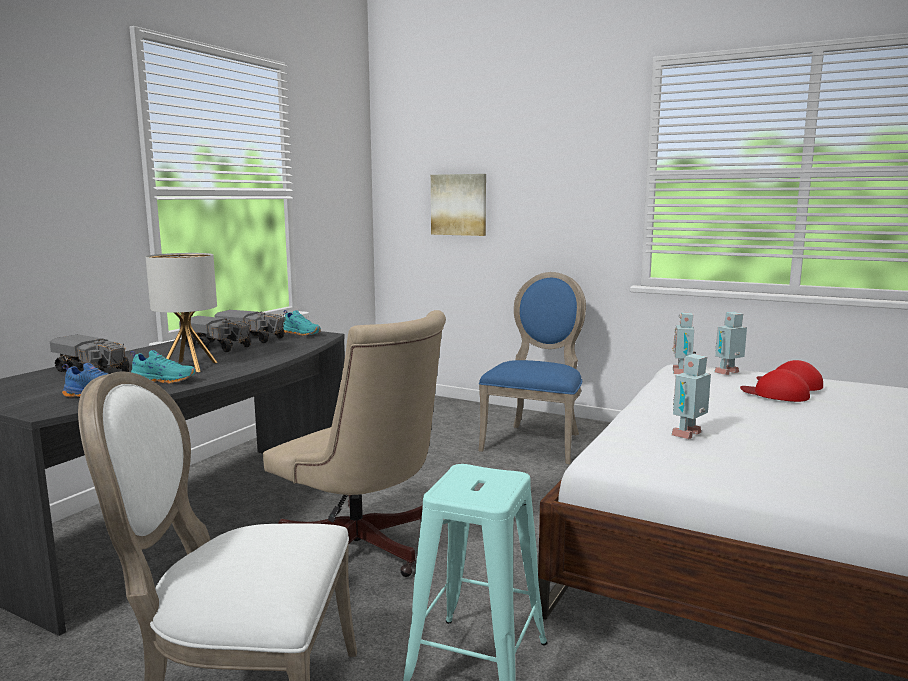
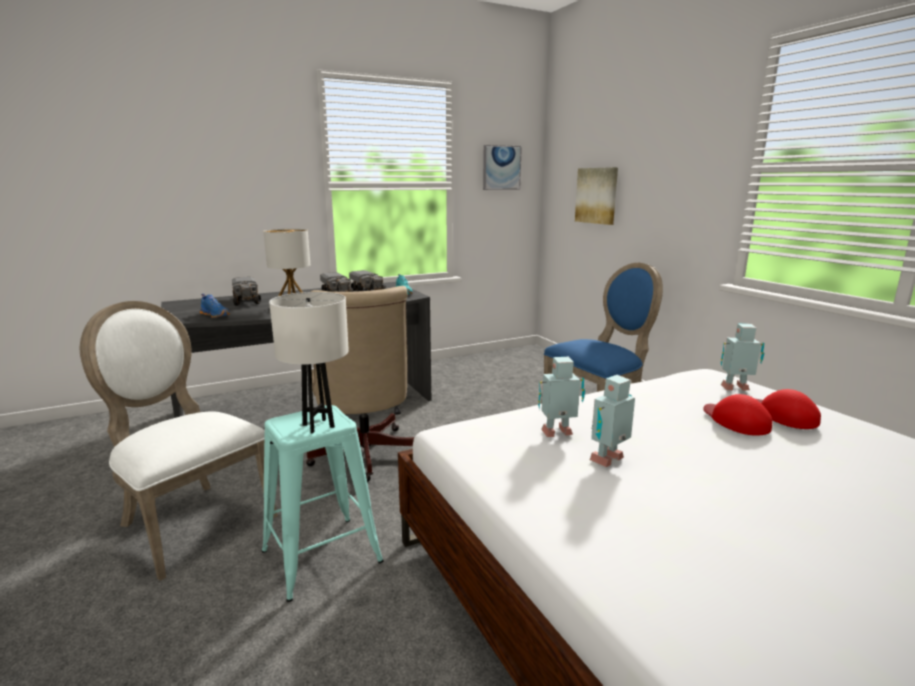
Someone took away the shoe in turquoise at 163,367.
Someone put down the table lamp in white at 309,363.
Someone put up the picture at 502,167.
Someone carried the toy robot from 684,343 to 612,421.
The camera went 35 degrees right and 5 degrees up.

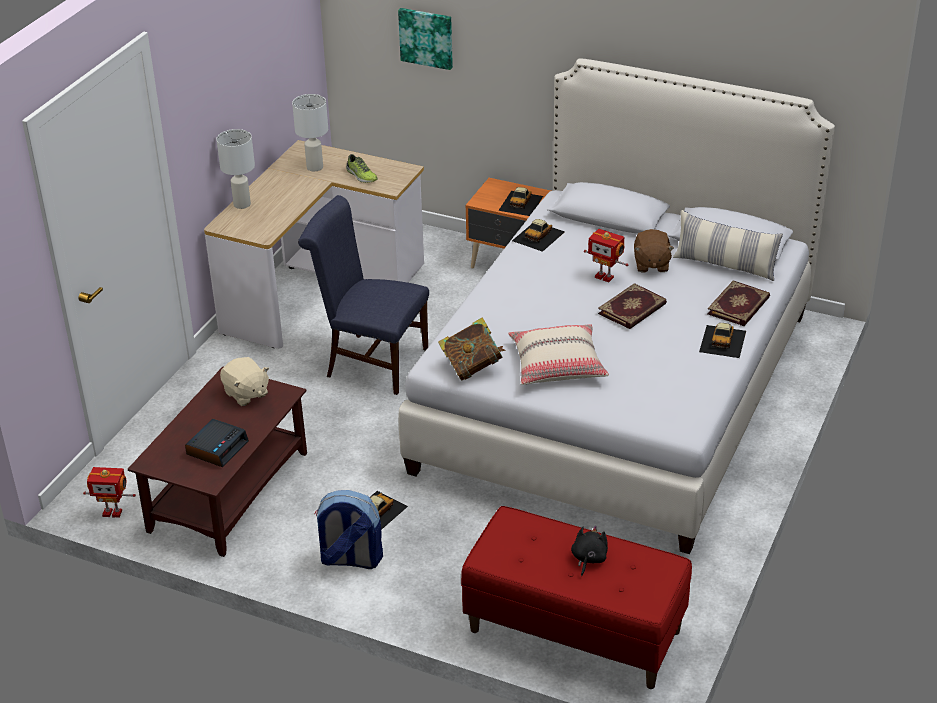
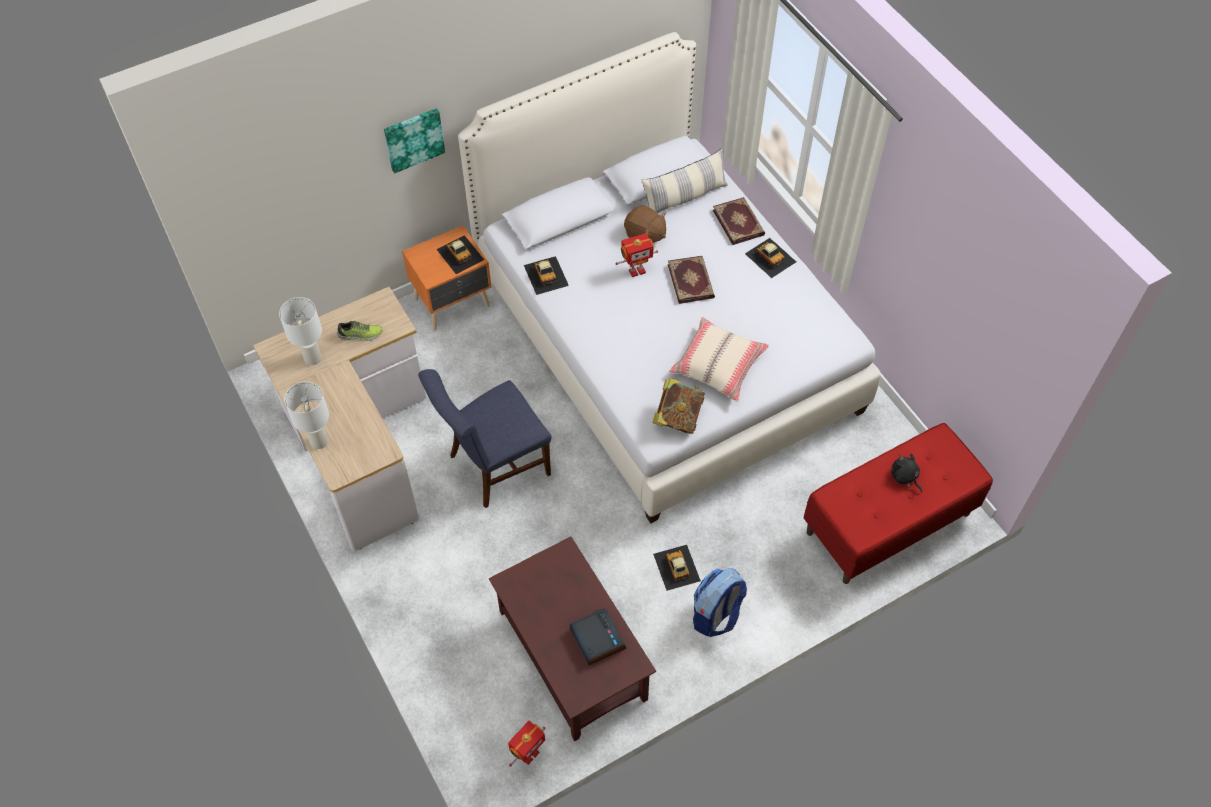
Someone took away the plush toy in beige at 244,381.
Someone carried the picture from 425,39 to 414,140.
The camera went 55 degrees left and 20 degrees up.

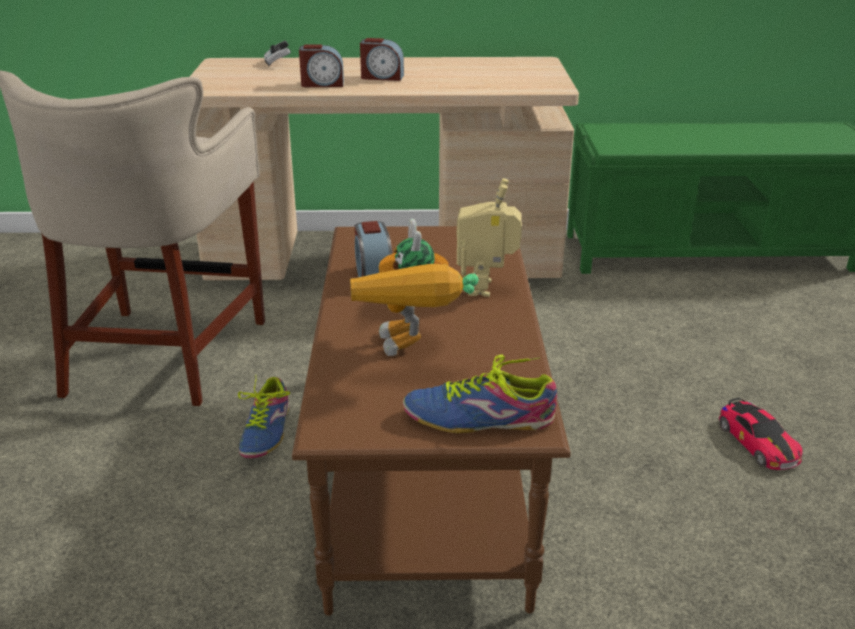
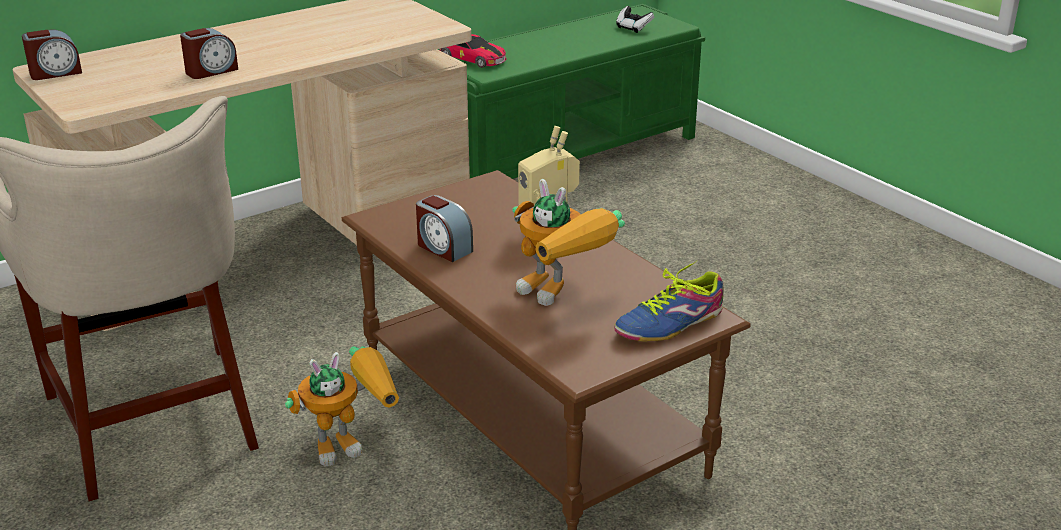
Someone carried the game controller from 277,54 to 635,19.
Someone carried the alarm clock from 382,59 to 52,55.
Someone carried the toy car from 761,434 to 473,51.
Someone swapped the shoe at 264,417 for the toy robot at 342,406.
The camera went 35 degrees left and 0 degrees up.

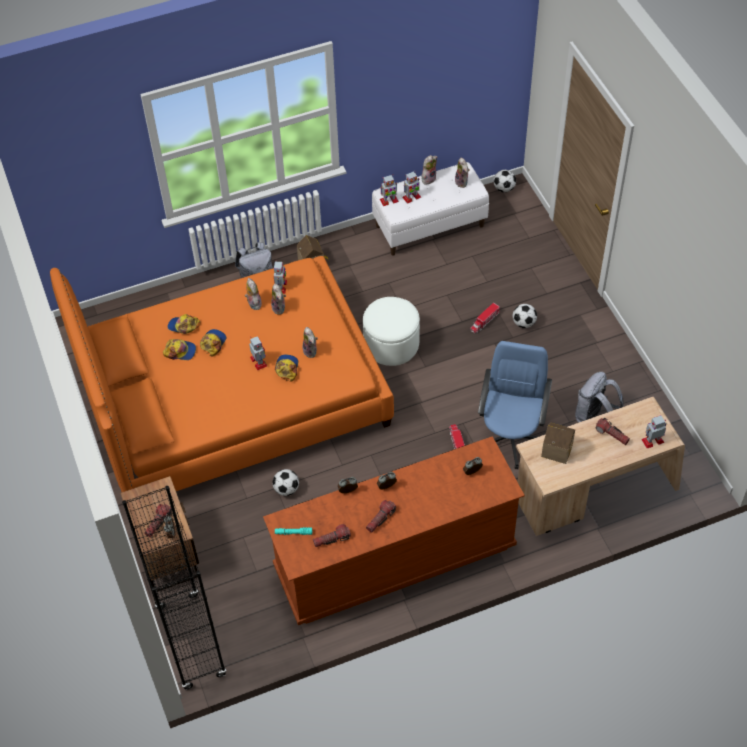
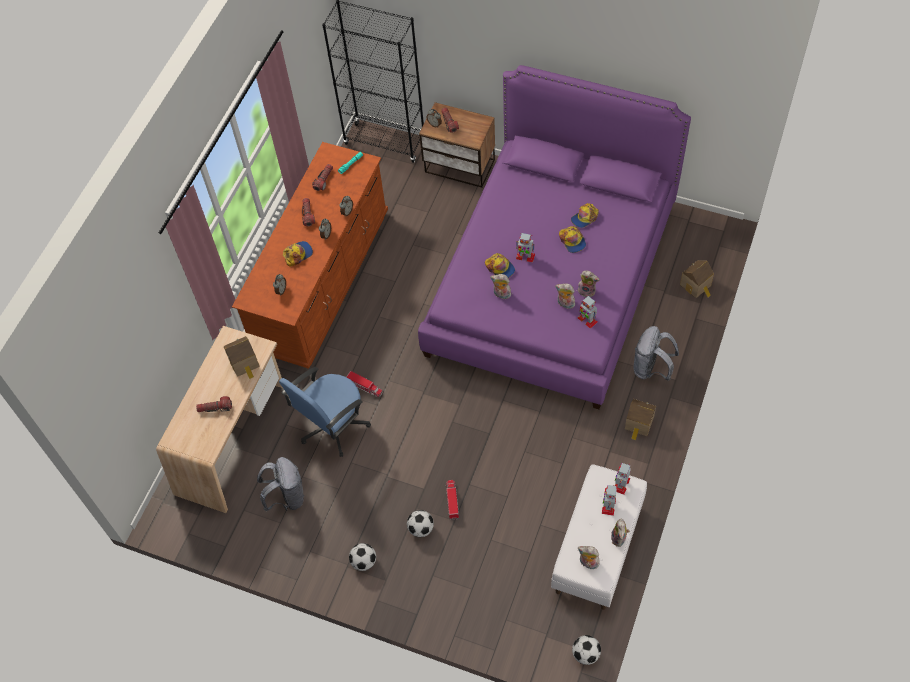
Someone took away the ottoman in white at 391,331.
Someone took away the toy robot at 654,431.
Someone put down the toy house at 697,279.
Someone carried the cap from 183,324 to 298,253.
Someone carried the football from 286,482 to 362,557.
Someone repainted the bed in orange at 222,374, which became the bed in purple at 554,237.
Someone rotated the office chair in blue at 515,405 by 75 degrees clockwise.
The camera went 135 degrees right and 5 degrees up.

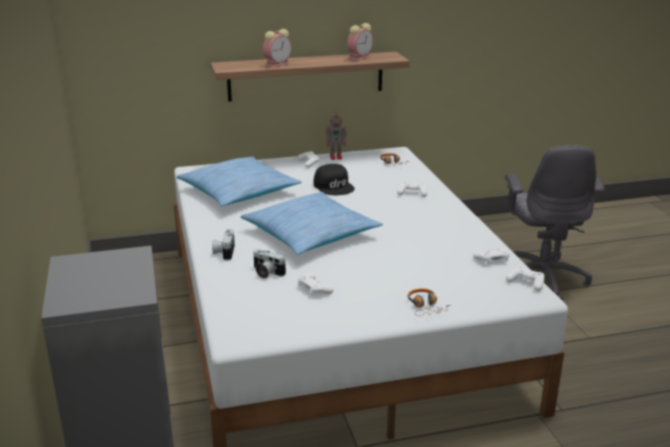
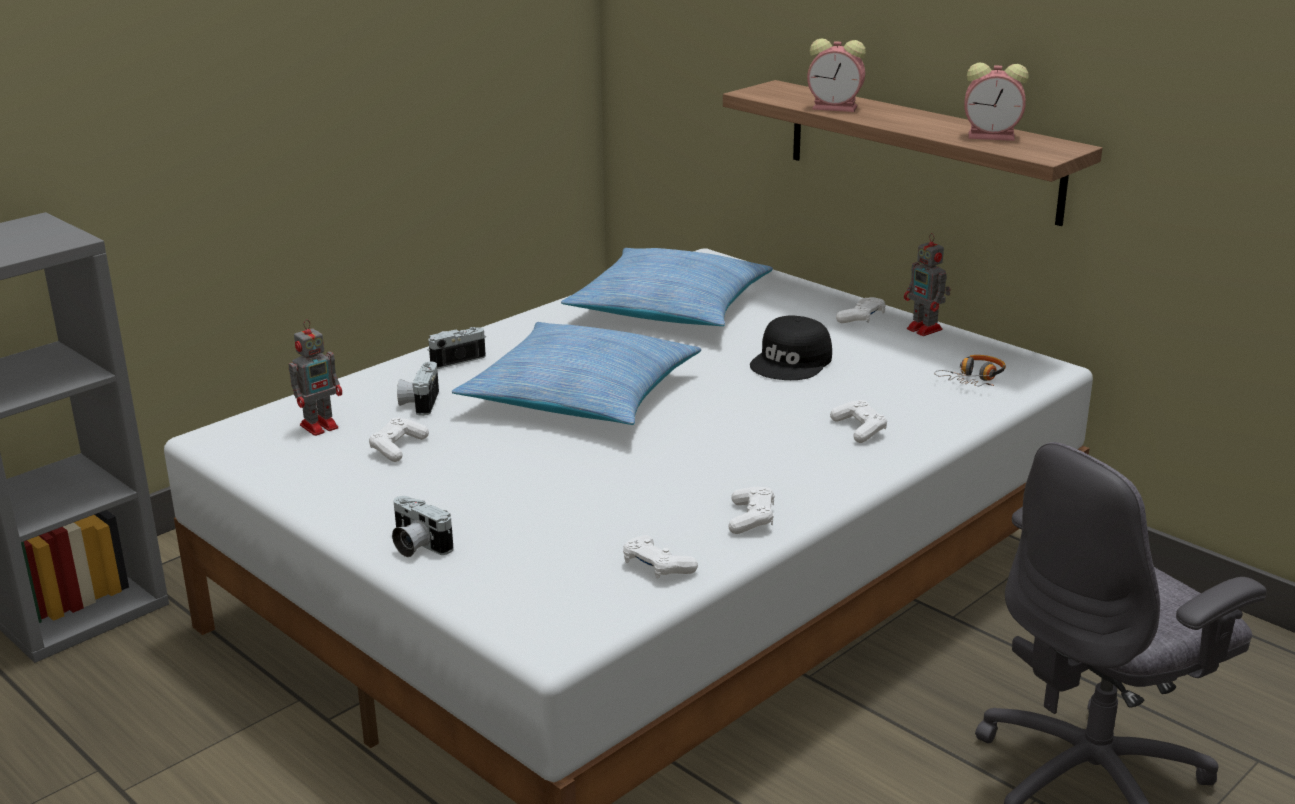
Someone put down the toy robot at 315,377.
Someone carried the game controller in white from 525,278 to 751,510.
Someone swapped the headphones at 429,302 for the photo camera at 422,526.
The camera went 60 degrees right and 0 degrees up.

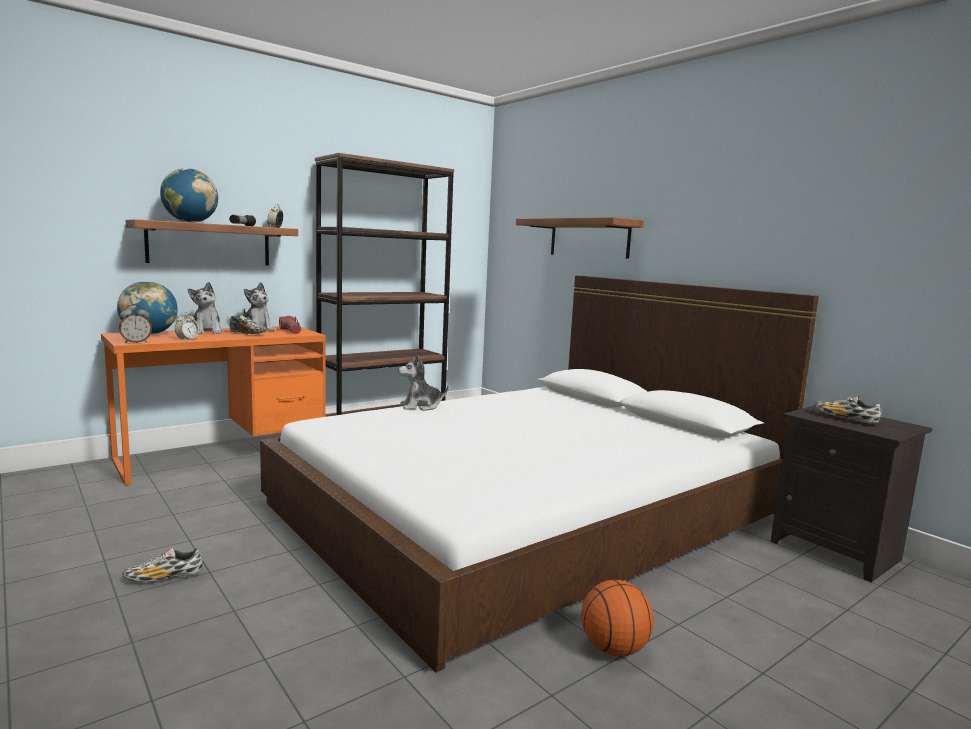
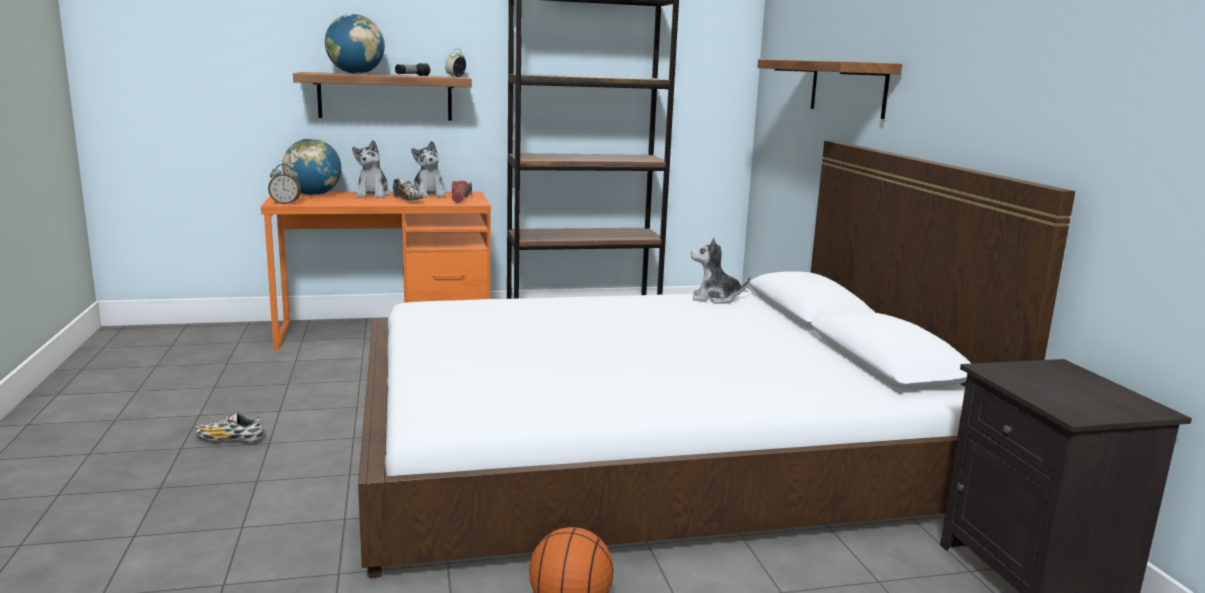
Someone took away the alarm clock at 187,326.
Someone took away the shoe at 847,410.
Someone carried the plush toy from 423,383 to 721,270.
The camera went 25 degrees right and 5 degrees up.

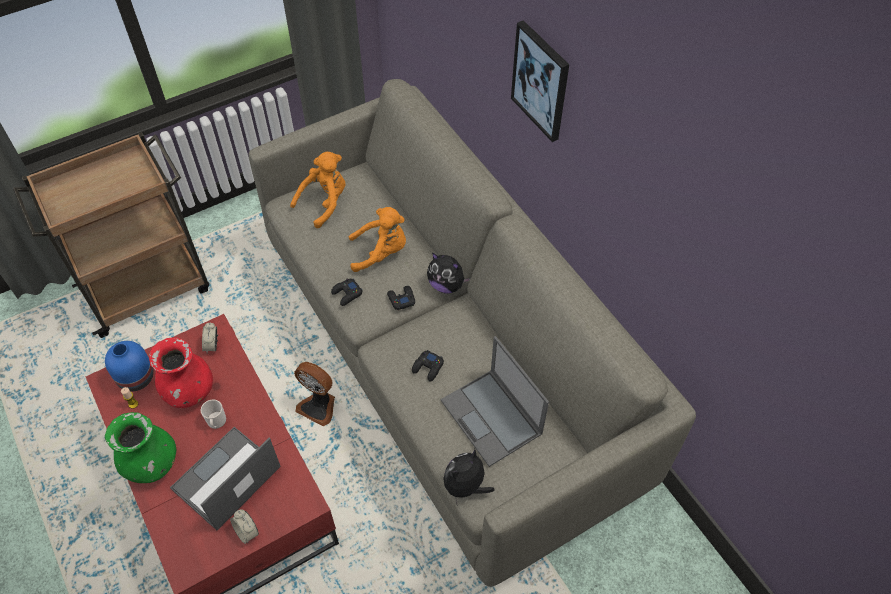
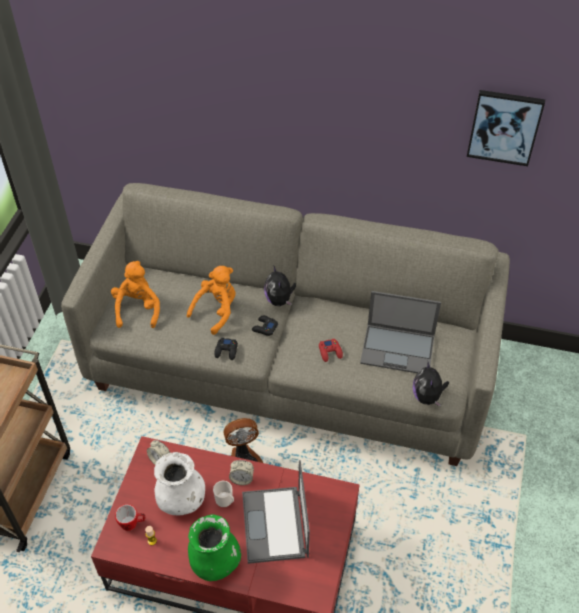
Someone carried the alarm clock from 244,526 to 241,472.
Someone carried the picture from 540,81 to 506,128.
Someone swapped the vase in blue at 129,366 for the mug at 130,517.
Someone repainted the vase in red at 181,372, which became the vase in white at 179,483.
Someone repainted the game controller in black at 428,366, which became the game controller in red at 331,350.
Someone rotated the plush toy at 449,273 by 90 degrees clockwise.
The camera went 45 degrees left and 5 degrees down.

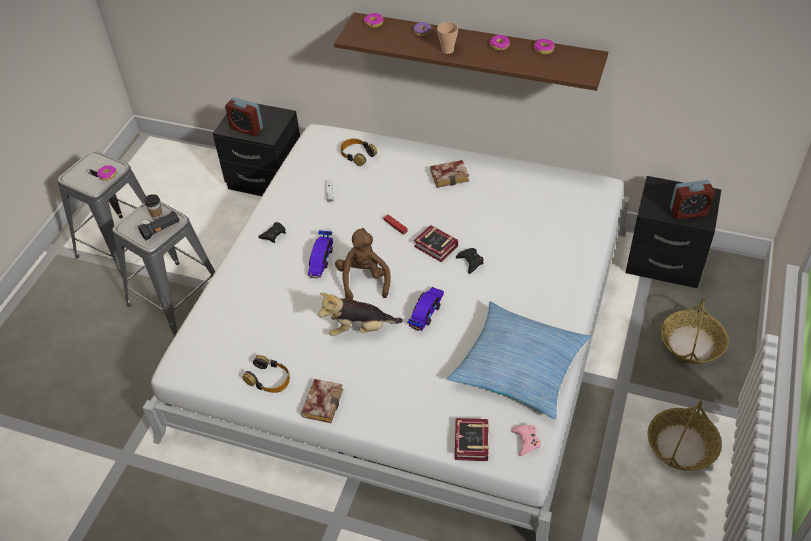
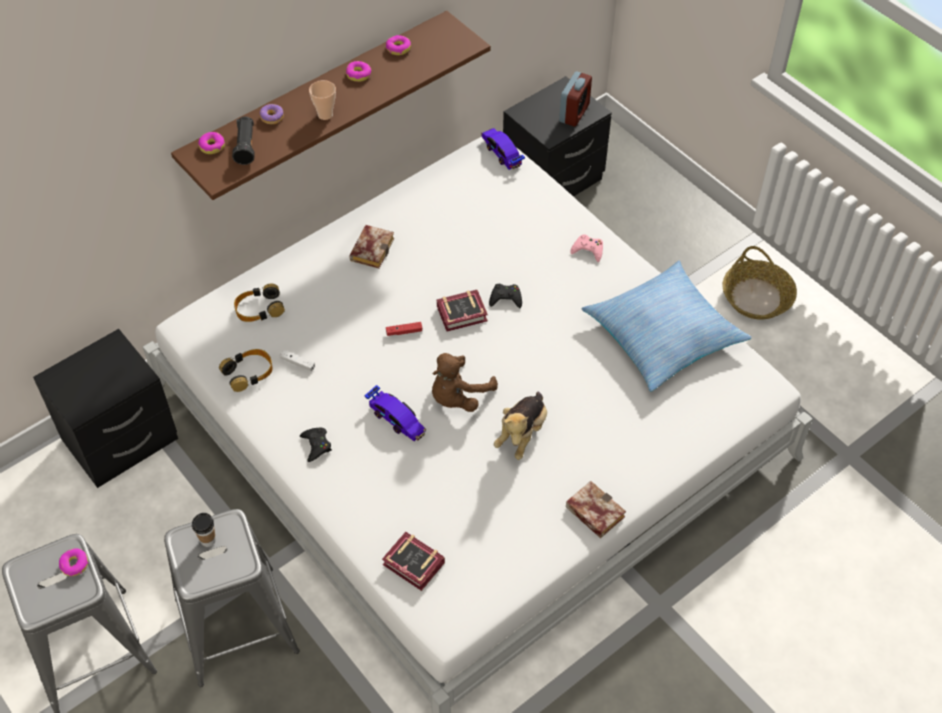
Someone took away the alarm clock at 244,116.
Someone took away the basket at 695,330.
Someone carried the flashlight in black from 159,225 to 243,140.
Someone carried the headphones from 266,374 to 246,370.
Someone carried the toy car from 426,309 to 503,149.
Someone carried the book from 472,439 to 413,561.
Someone carried the game controller in pink from 526,440 to 586,248.
Someone rotated the plush toy in brown at 363,263 by 75 degrees counterclockwise.
The camera went 60 degrees left and 5 degrees up.

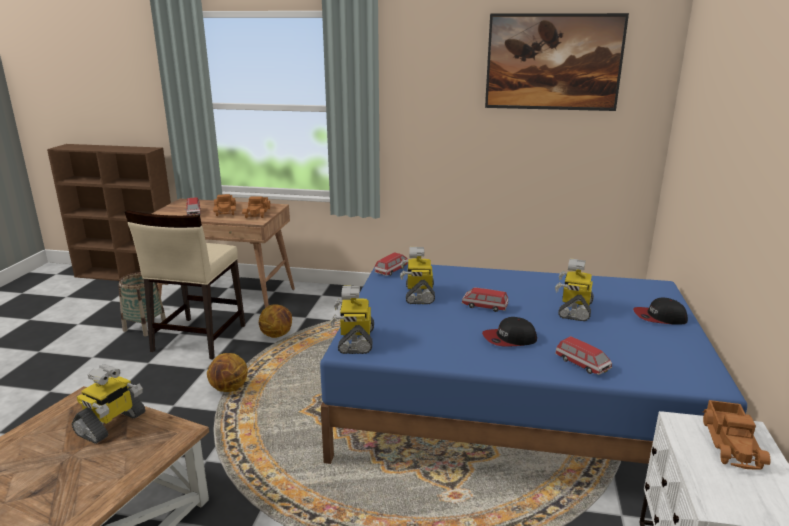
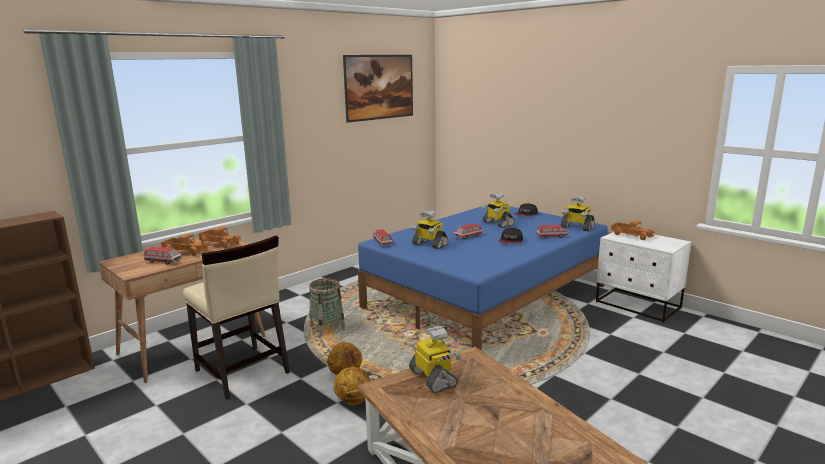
Someone carried the basket from 142,304 to 327,307.
Someone carried the basketball from 275,321 to 352,386.
Someone carried the toy robot from 352,320 to 578,213.
The camera went 55 degrees left and 5 degrees down.

